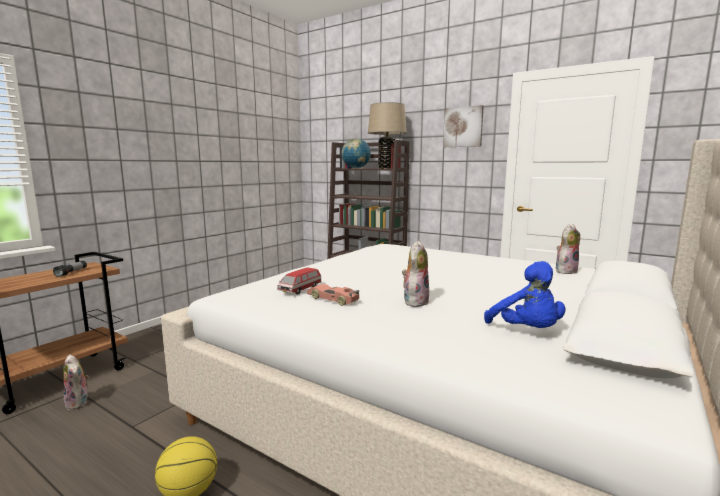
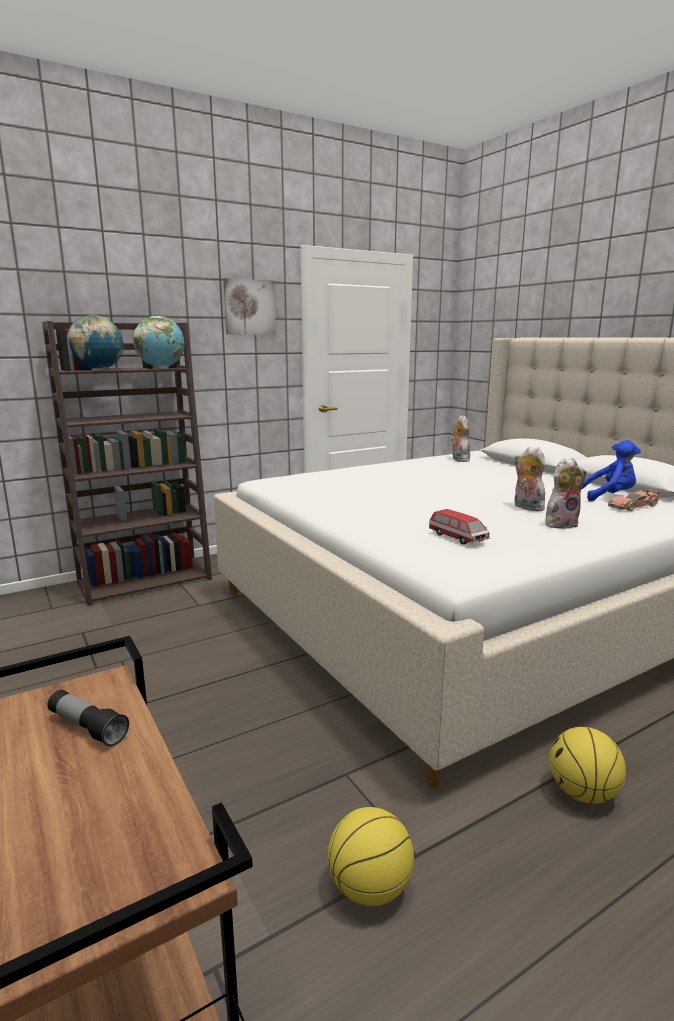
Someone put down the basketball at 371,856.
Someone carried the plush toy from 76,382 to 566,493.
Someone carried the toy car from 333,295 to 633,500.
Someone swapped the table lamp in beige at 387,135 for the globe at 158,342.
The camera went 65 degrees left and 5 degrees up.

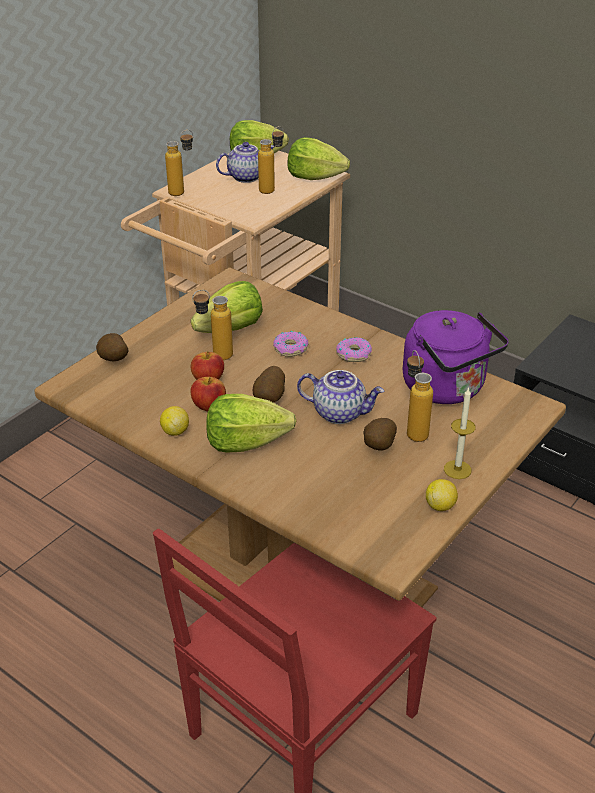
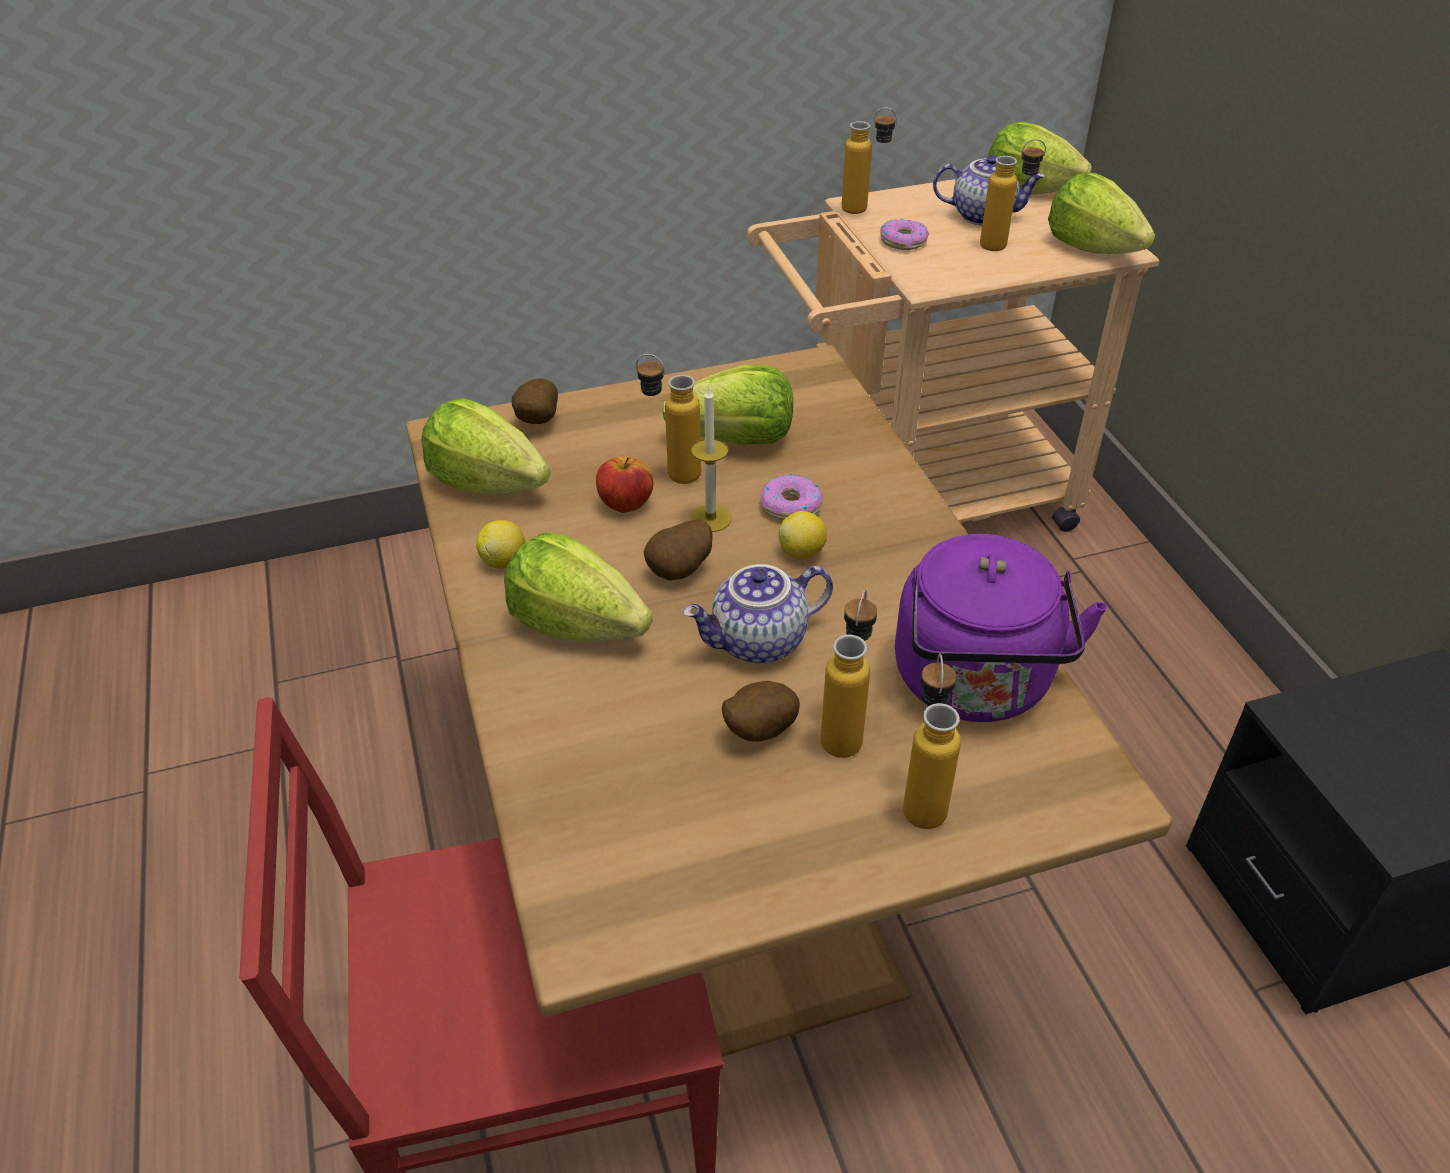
Someone took away the apple at 208,394.
Someone put down the lettuce at 485,446.
Someone put down the bottle at 932,741.
Someone carried the donut from 354,349 to 904,234.
Someone carried the lemon from 442,495 to 802,535.
Someone carried the candle from 460,433 to 711,460.
Someone rotated the teapot at 340,397 by 105 degrees clockwise.
The camera went 35 degrees right and 5 degrees up.

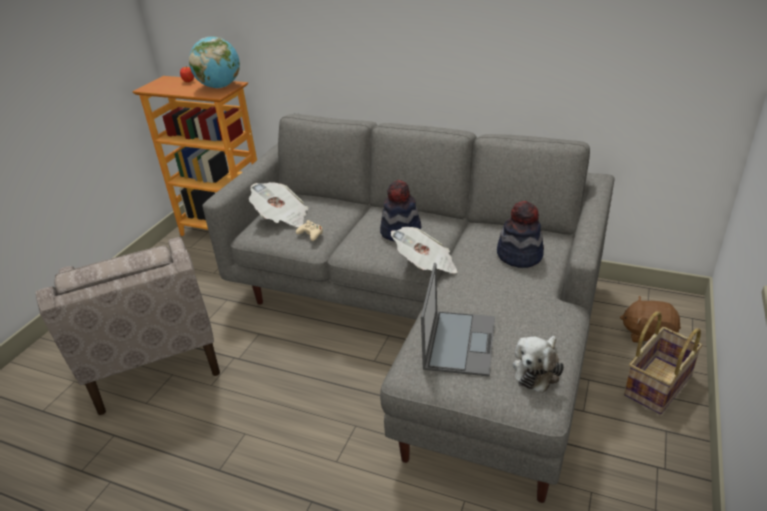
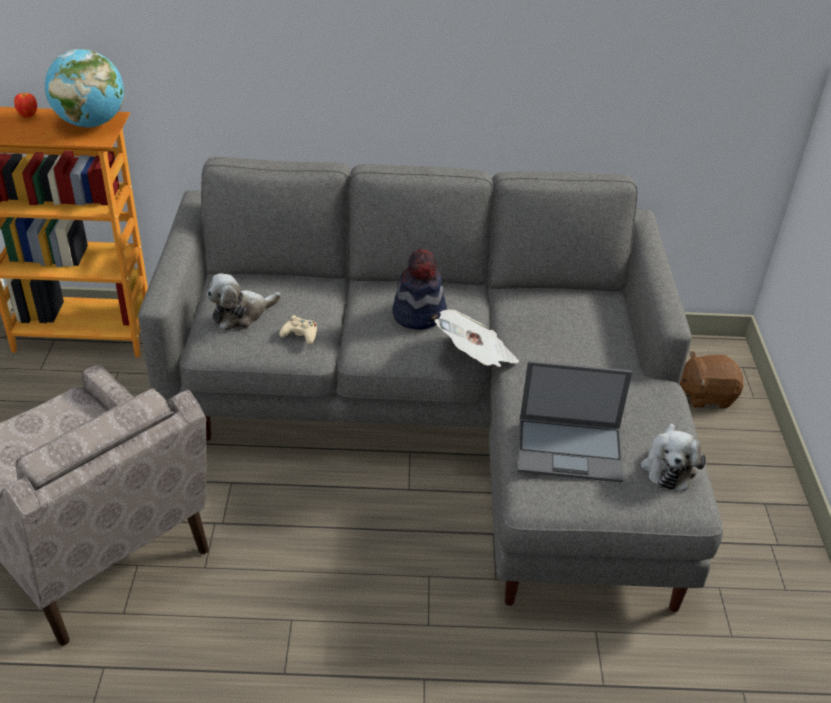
Someone took away the hat at 520,234.
Someone took away the basket at 663,362.
Someone swapped the newspaper at 278,204 for the plush toy at 244,301.
Someone rotated the laptop at 458,319 by 105 degrees clockwise.
The camera went 25 degrees left and 5 degrees up.

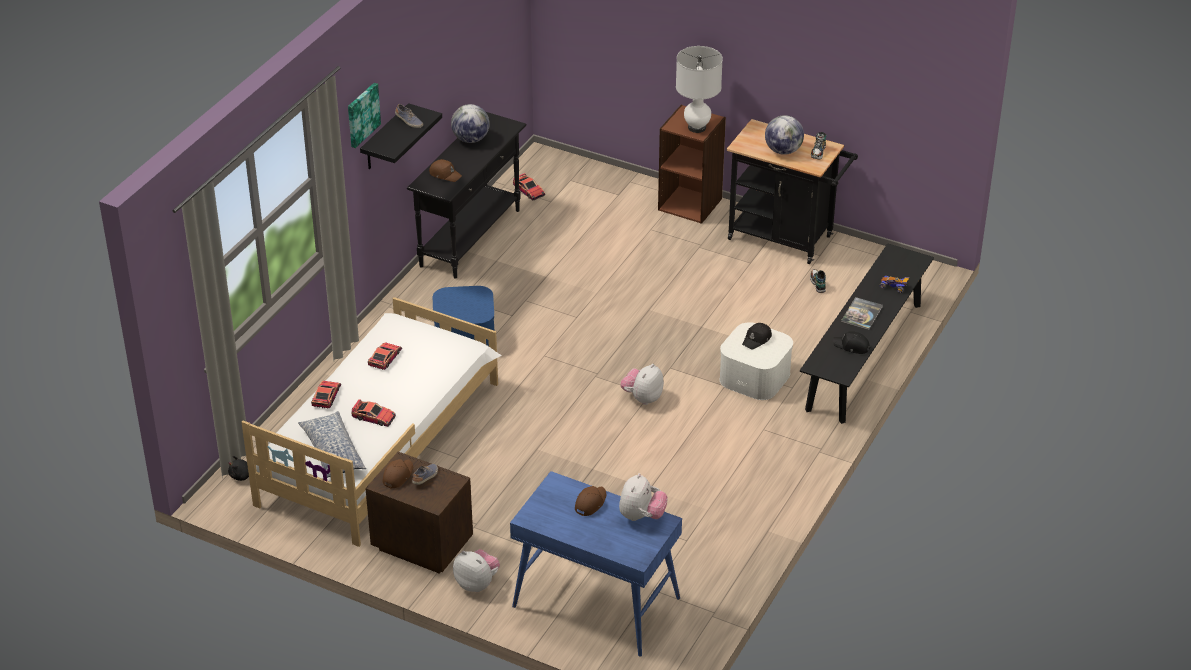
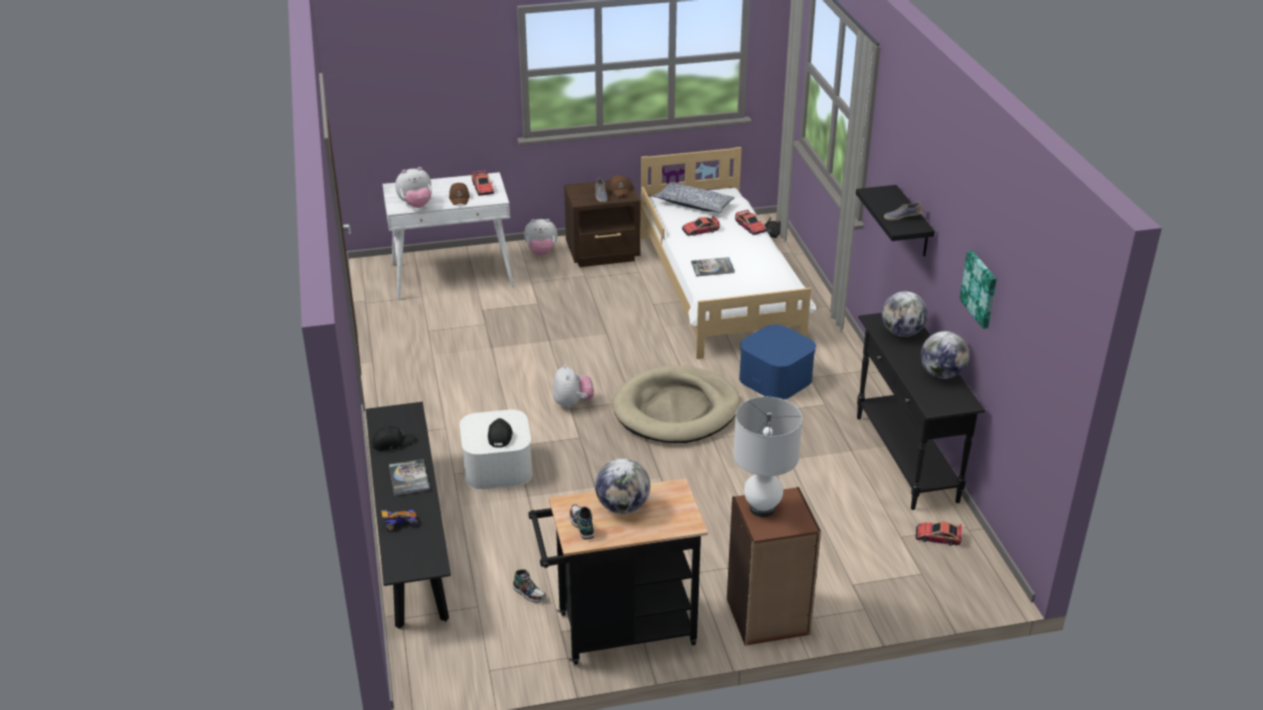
Someone put down the dog bed in beige at 676,404.
Someone put down the book at 713,267.
Someone carried the picture from 364,115 to 978,289.
Someone carried the toy car from 385,356 to 483,183.
Someone swapped the cap in brown at 445,170 for the globe at 905,314.
Someone repainted the desk in blue at 596,564, which became the desk in white at 448,236.
Someone rotated the plush toy at 643,497 by 90 degrees counterclockwise.
The camera went 140 degrees right and 5 degrees down.

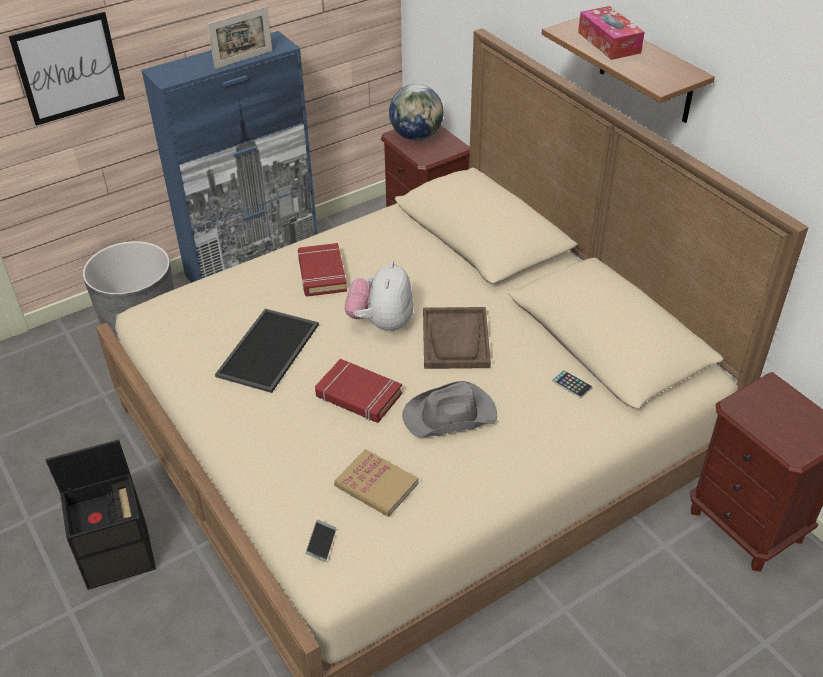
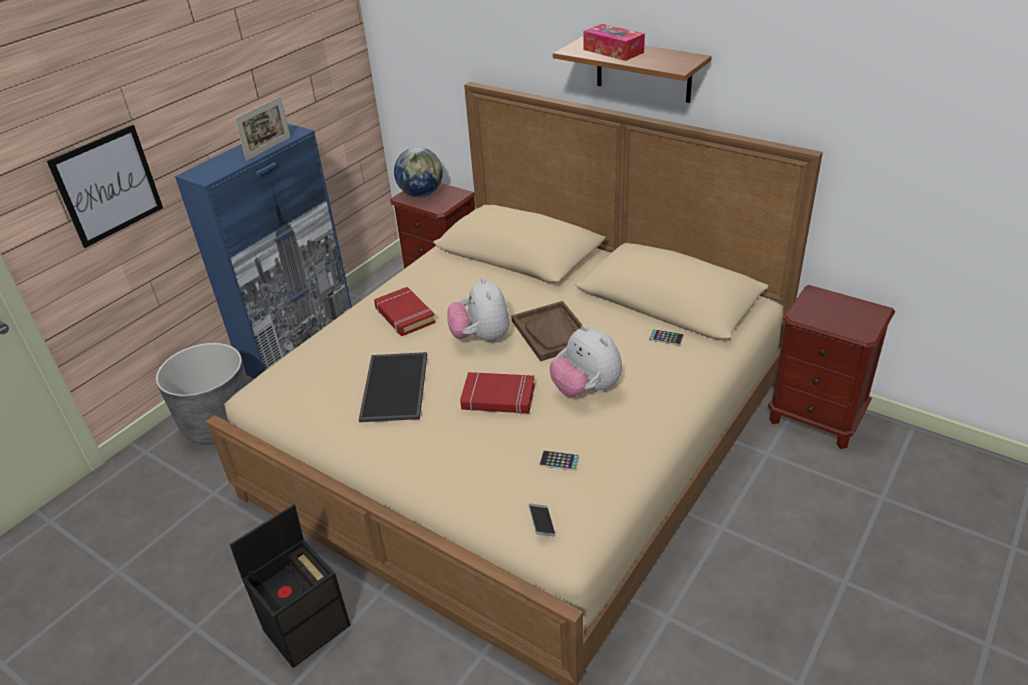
Someone swapped the book at 376,483 for the phone at 559,460.
Someone swapped the hat in grey at 449,409 for the plush toy at 586,361.
The camera went 20 degrees left and 5 degrees down.

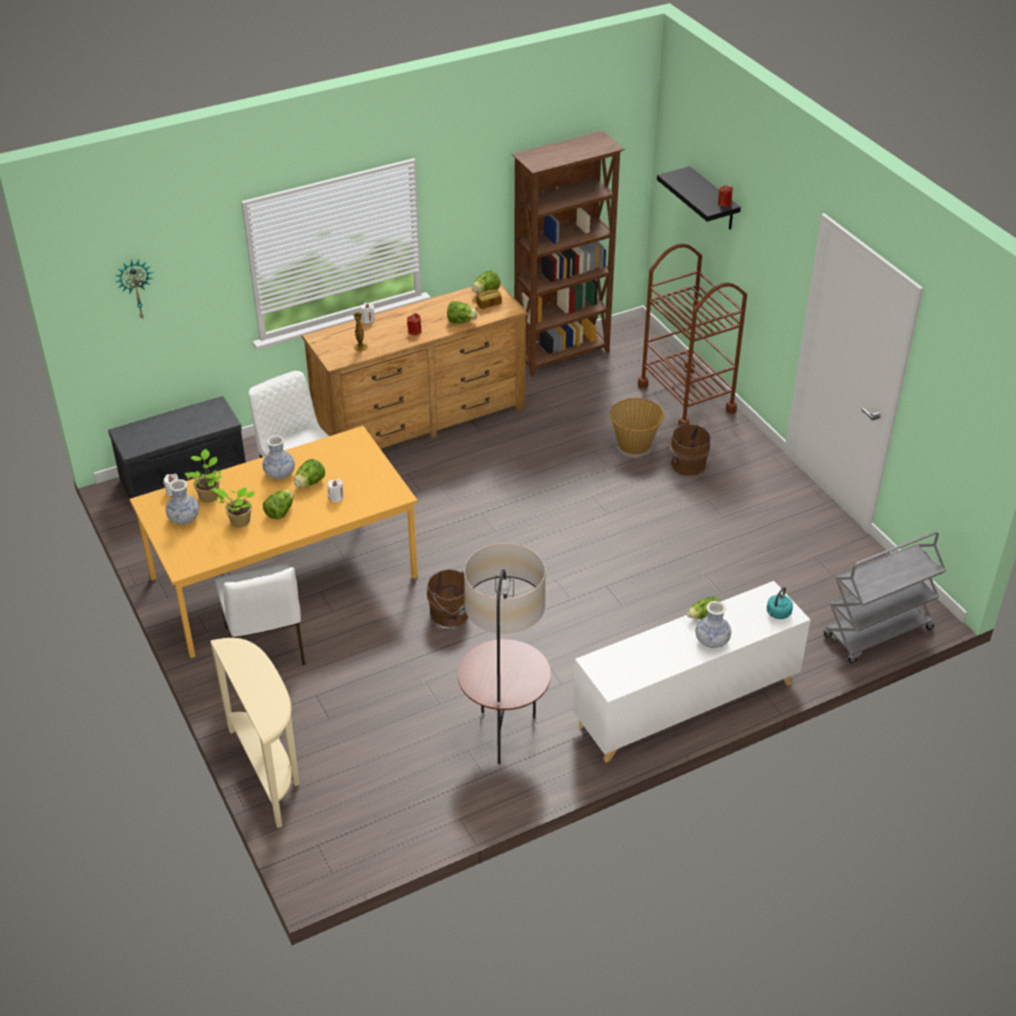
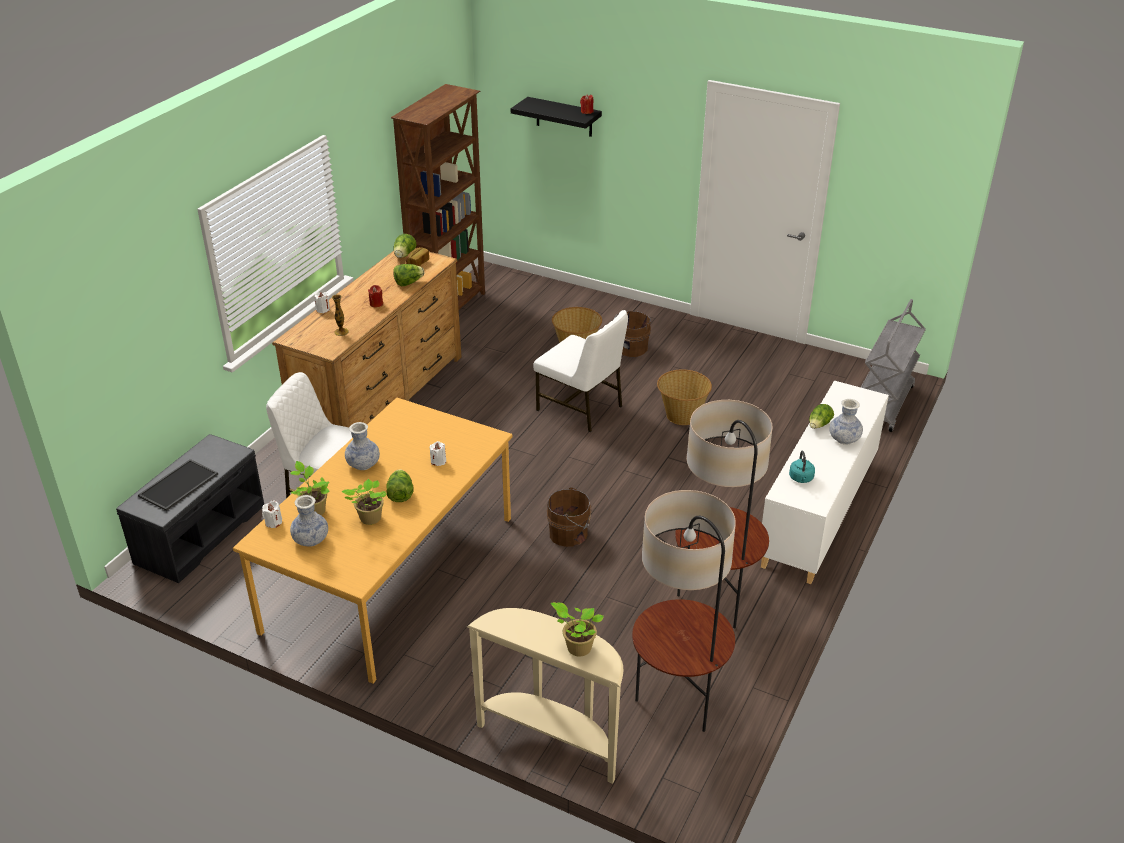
Someone took away the wall clock at 134,290.
Someone took away the lettuce at 309,473.
Someone took away the cart in brown at 692,335.
Someone put down the tray at 178,485.
Someone put down the potted plant at 577,629.
Someone put down the floor lamp at 684,611.
Someone put down the basket at 684,397.
Someone carried the chair in white from 260,614 to 580,371.
Someone carried the kettle in turquoise from 780,603 to 802,467.
The camera went 35 degrees left and 5 degrees down.

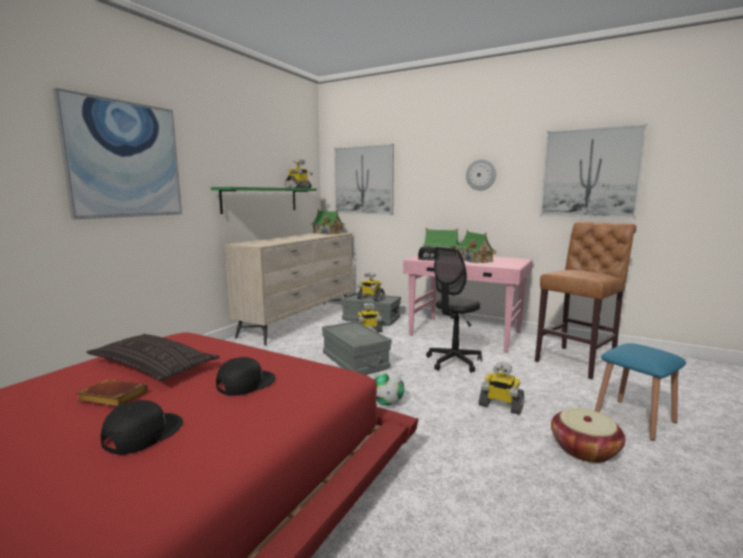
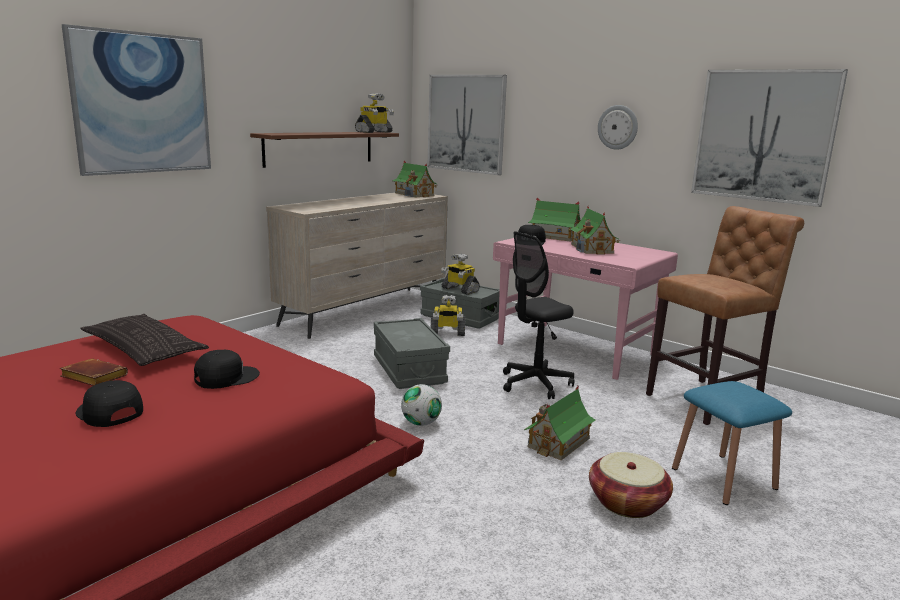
Someone swapped the toy robot at 501,388 for the toy house at 560,423.
Someone repainted the shelf in green at 264,200, which became the shelf in brown at 324,150.
Someone rotated the cap in black at 142,427 by 90 degrees counterclockwise.
The camera went 10 degrees right and 5 degrees up.

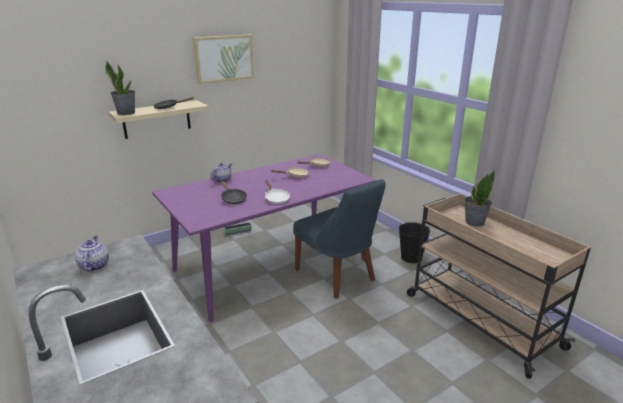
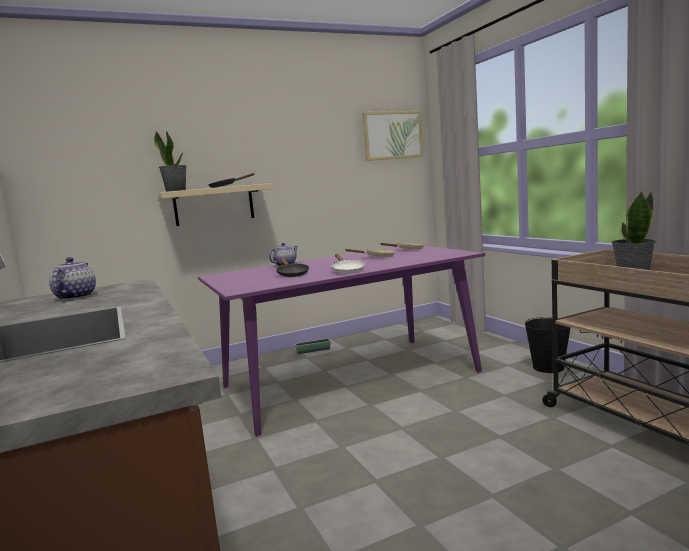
Someone took away the chair in blue at 339,239.
Someone carried the picture from 223,59 to 392,136.
The camera went 10 degrees right and 15 degrees down.

